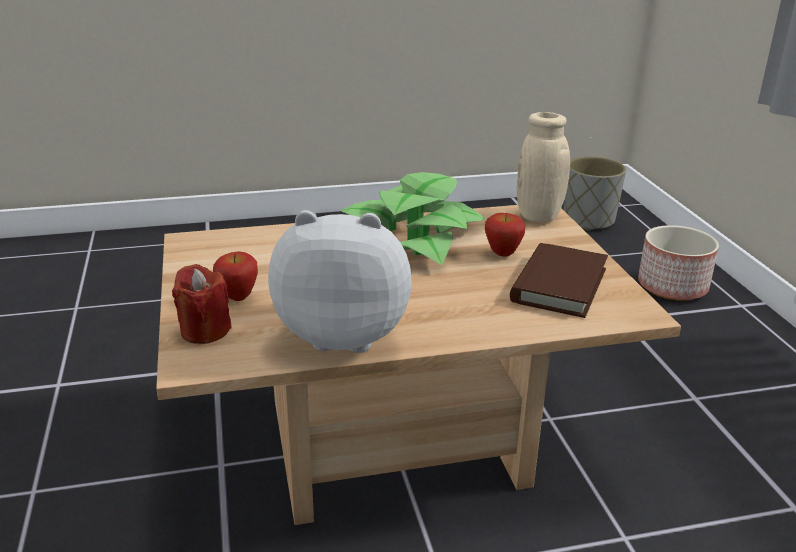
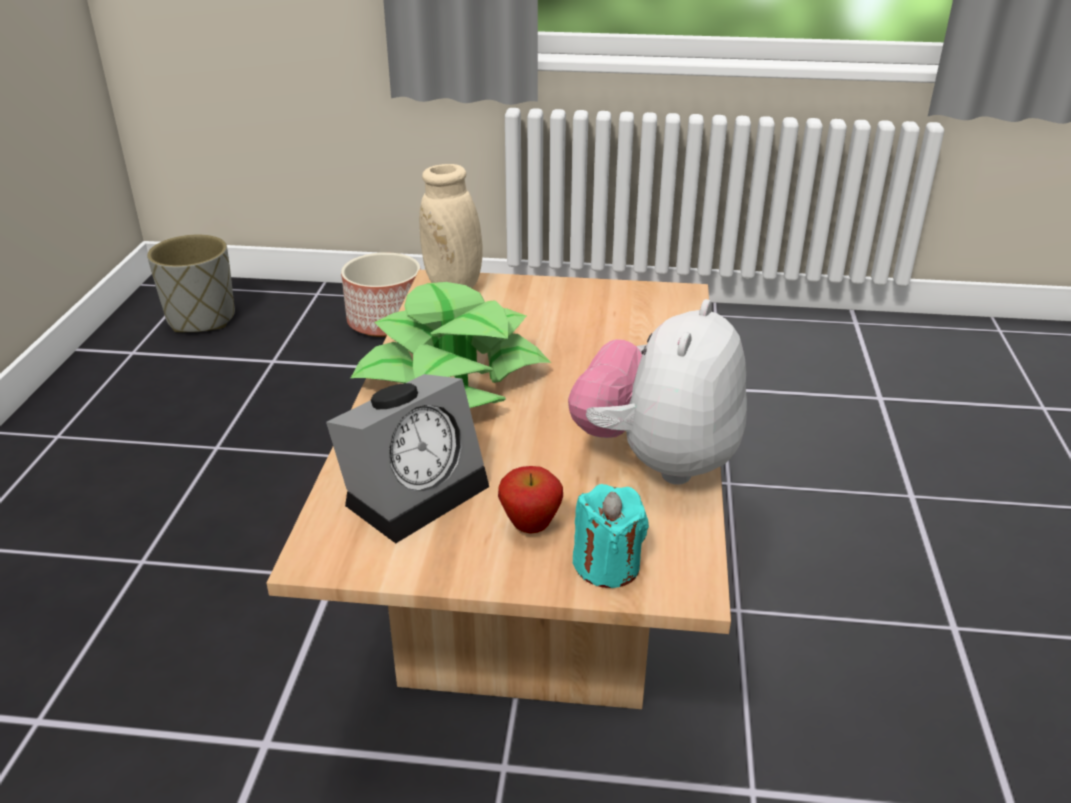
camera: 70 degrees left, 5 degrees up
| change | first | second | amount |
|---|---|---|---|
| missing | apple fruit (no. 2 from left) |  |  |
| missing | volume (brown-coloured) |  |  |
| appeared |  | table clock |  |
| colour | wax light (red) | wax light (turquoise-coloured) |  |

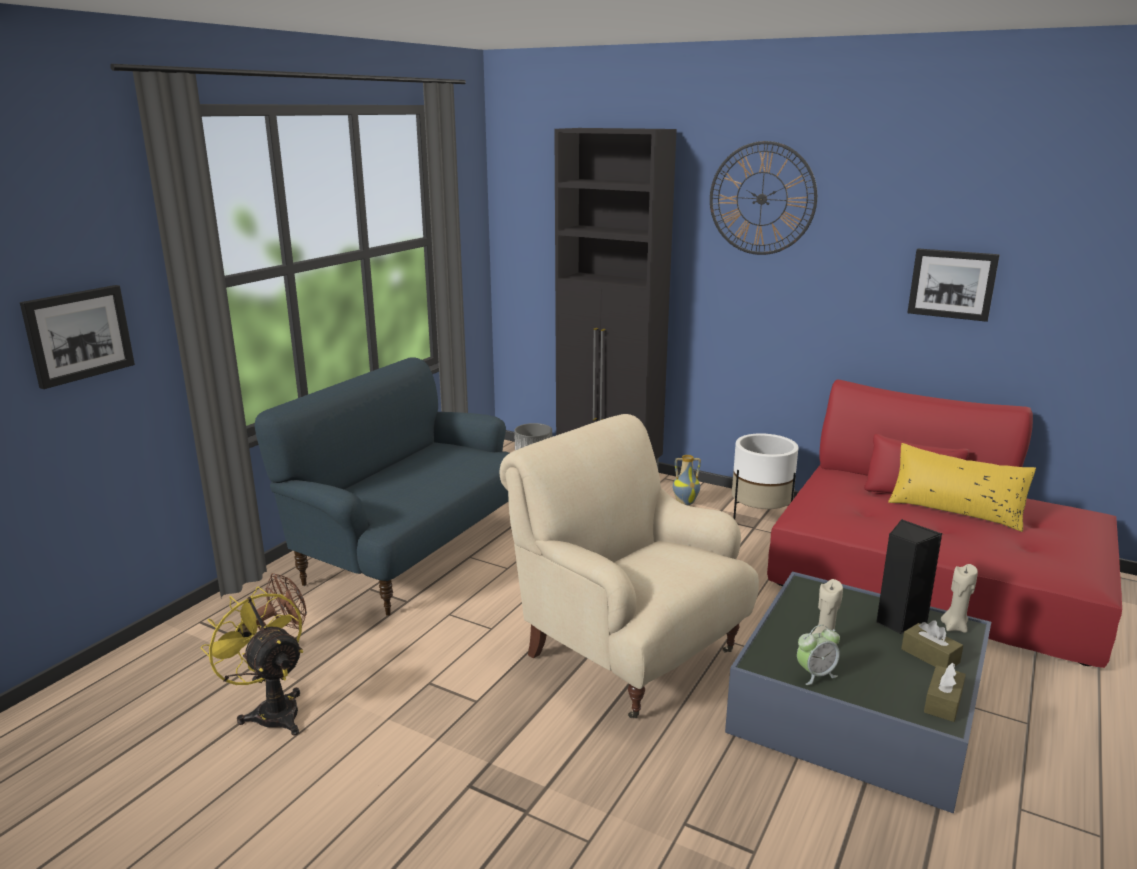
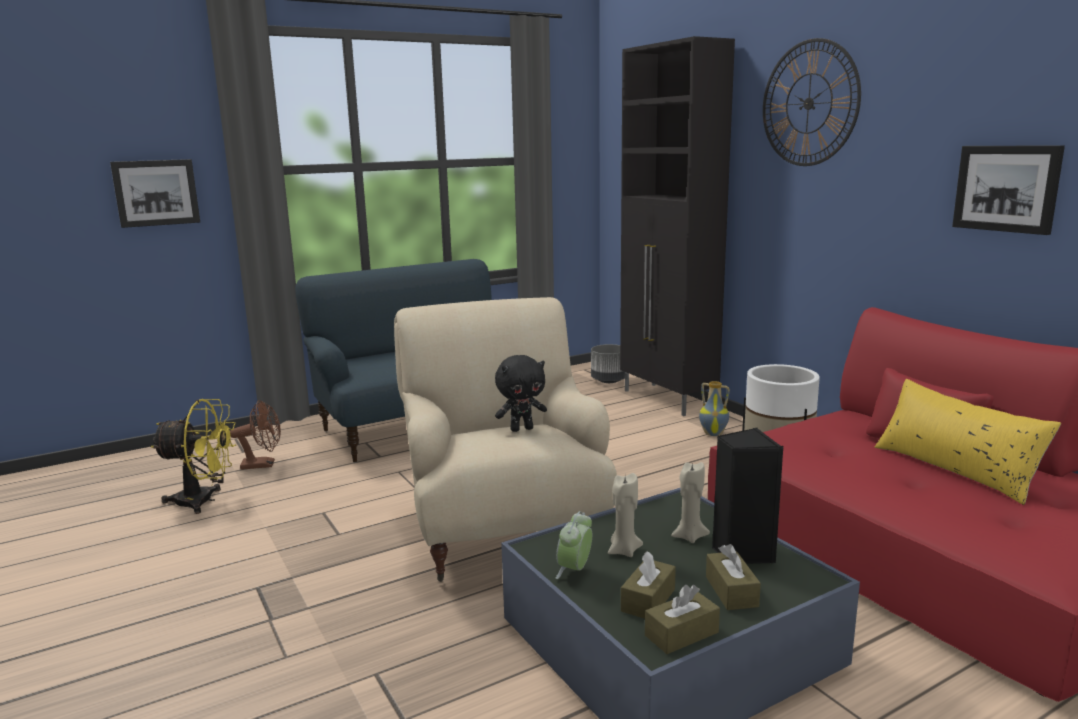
camera: 30 degrees right, 5 degrees down
| change | first | second | amount |
|---|---|---|---|
| appeared |  | plush toy (blackish) |  |
| appeared |  | tissue box (brown-coloured) (no. 1 from left) |  |
| relocated | wax light (beige) (no. 2 from left) |  |  |
| spun | fan (yellow) |  | 105 degrees clockwise |
| spun | table clock |  | 105 degrees clockwise |

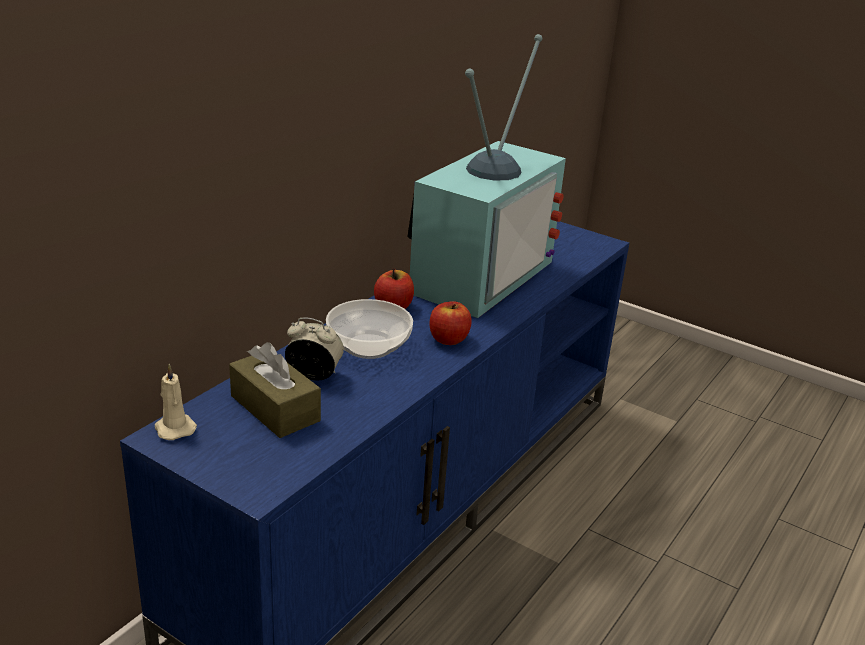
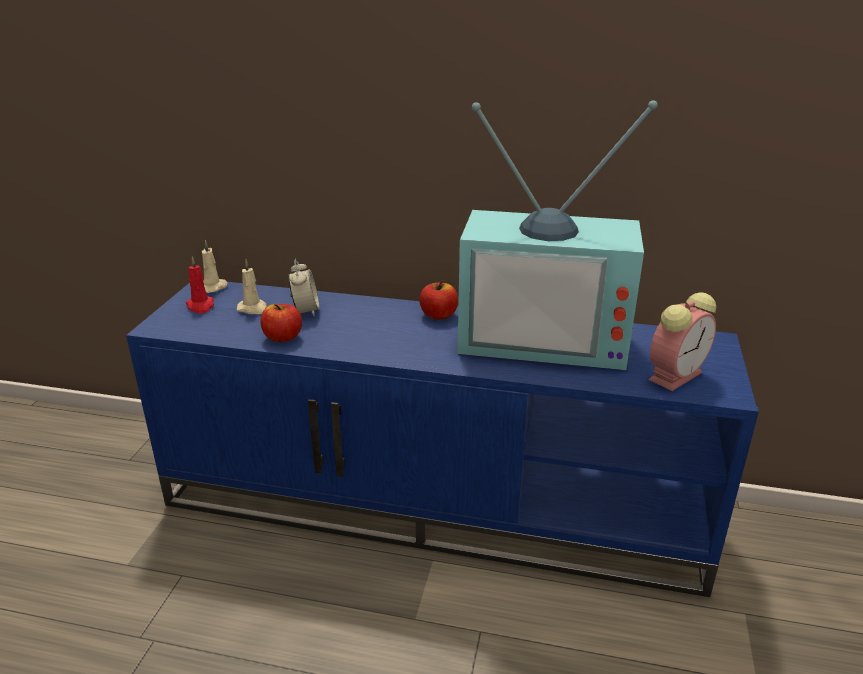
camera: 70 degrees right, 0 degrees up
| change | first | second | amount |
|---|---|---|---|
| missing | serving bowl |  |  |
| appeared |  | wax light (red) |  |
| appeared |  | table clock (no. 2 from left) |  |
| relocated | apple fruit (no. 2 from left in the first image) | apple fruit (no. 1 from left) |  |
| exchanged | tissue box (brown-coloured) | wax light (beige) (no. 2 from left) |  |

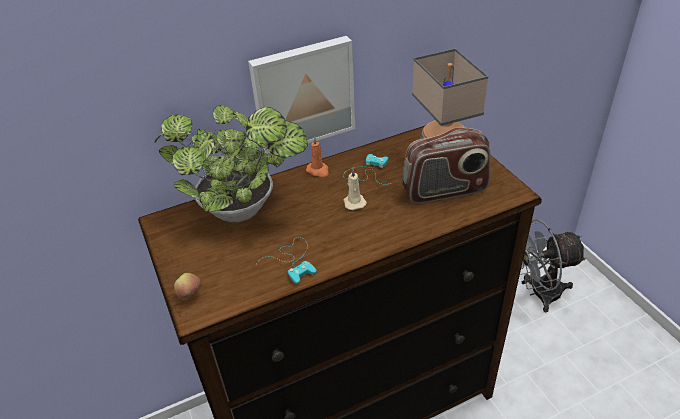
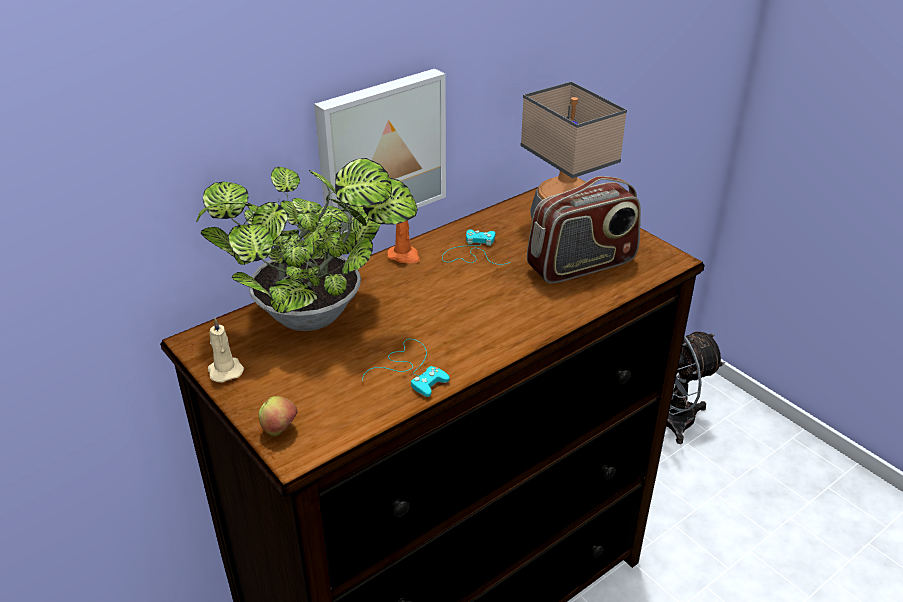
camera: 15 degrees left, 5 degrees down
| change | first | second | amount |
|---|---|---|---|
| relocated | wax light (beige) |  |  |

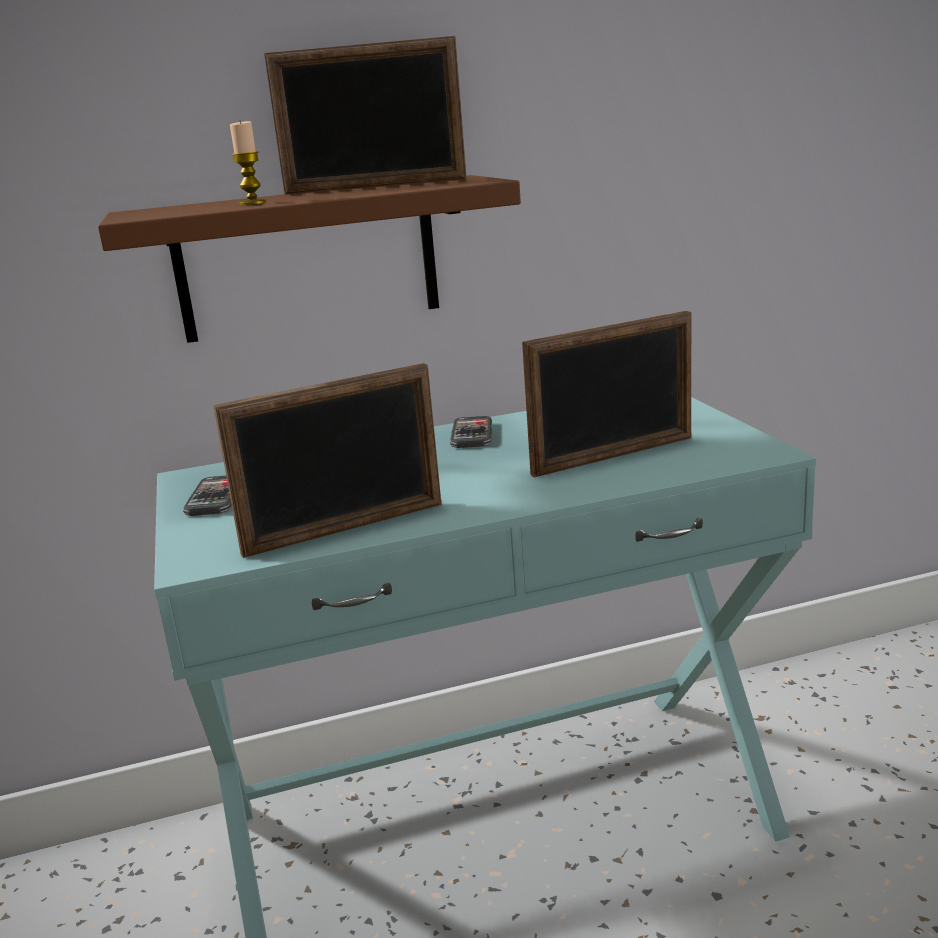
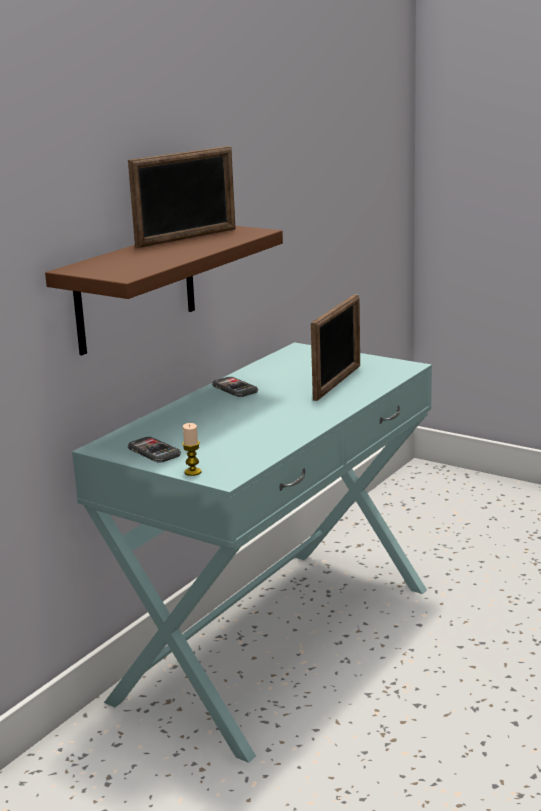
camera: 40 degrees left, 0 degrees up
| change | first | second | amount |
|---|---|---|---|
| missing | photo frame (no. 1 from left) |  |  |
| relocated | wax light |  |  |

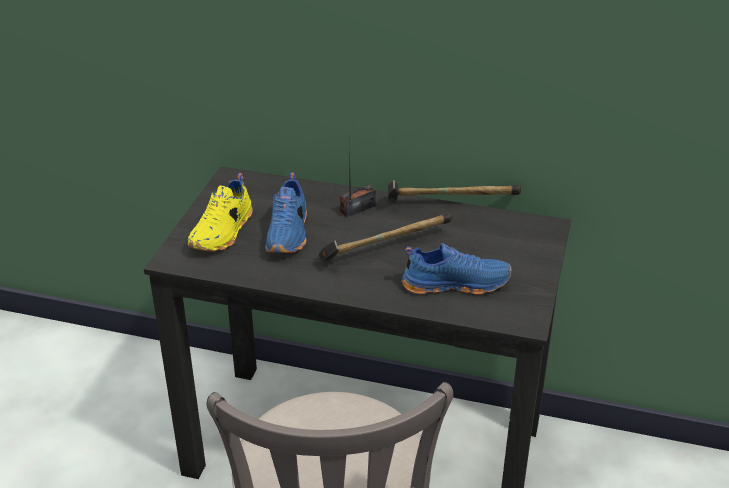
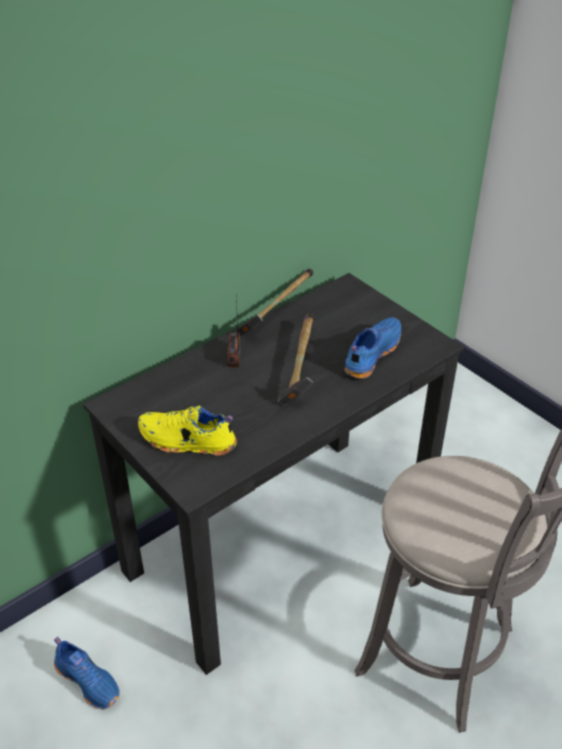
camera: 55 degrees left, 5 degrees up
| change | first | second | amount |
|---|---|---|---|
| relocated | shoe (blue) (no. 1 from left) |  |  |
| spun | shoe (yellow) |  | 135 degrees clockwise |

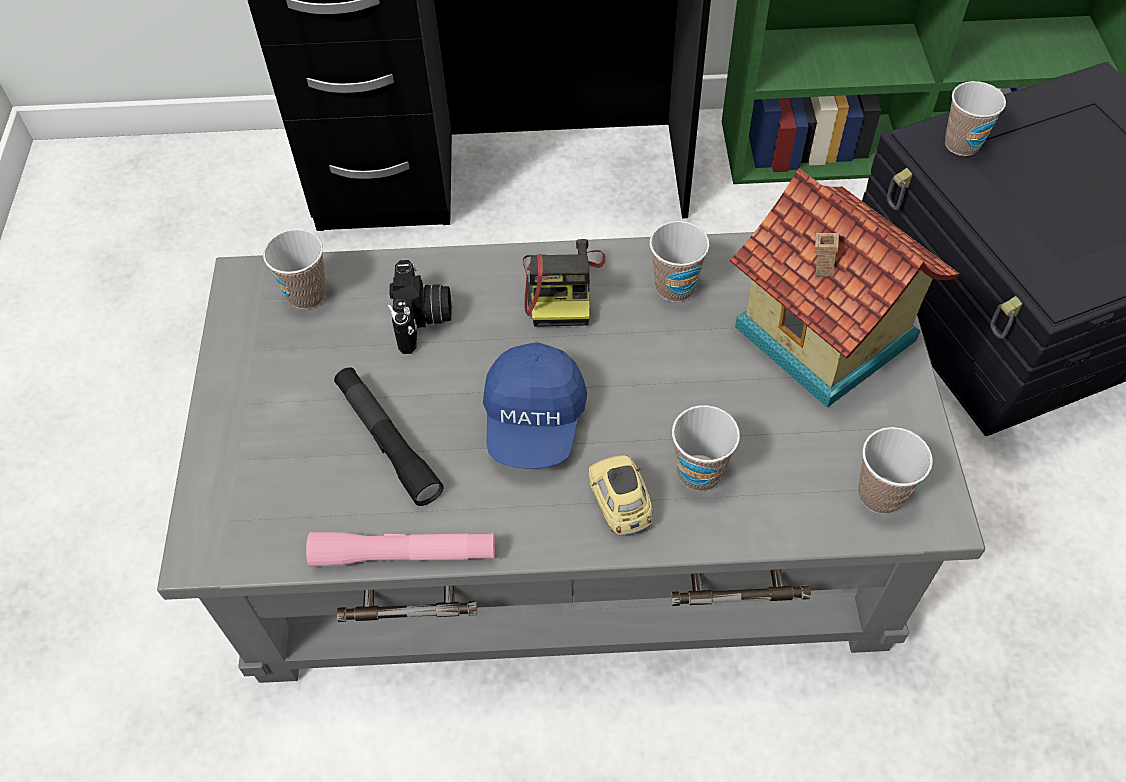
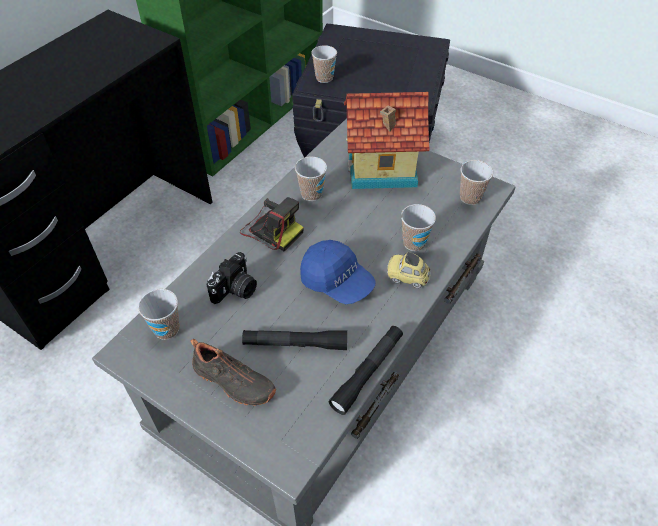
camera: 55 degrees left, 5 degrees down
| change | first | second | amount |
|---|---|---|---|
| appeared |  | shoe (blackish) |  |
| colour | hand torch (pink-coloured) | hand torch (blackish) (no. 2 from left) |  |
| spun | still camera (no. 1 from left) |  | 90 degrees clockwise |

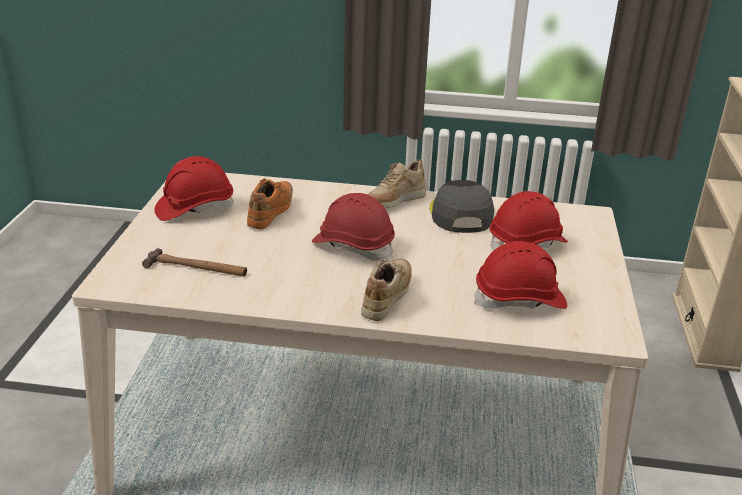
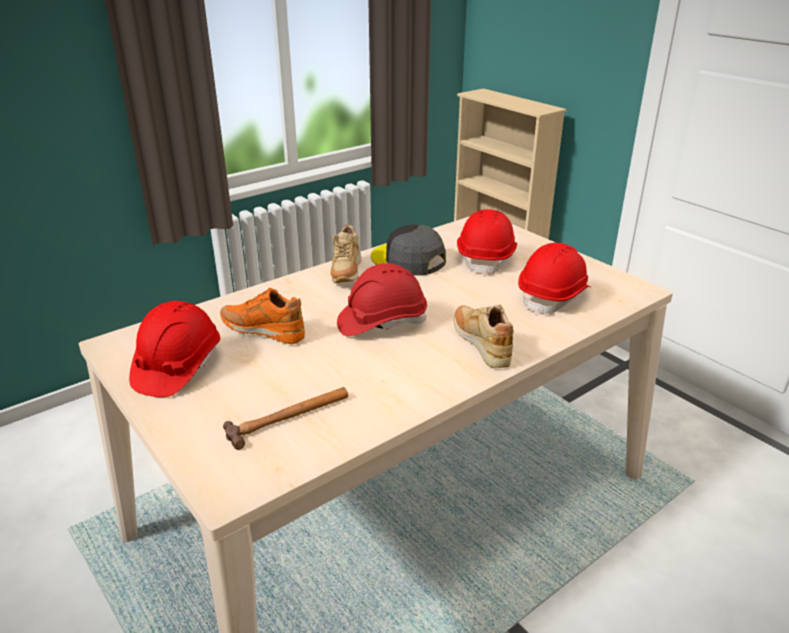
camera: 45 degrees left, 0 degrees up
| change | first | second | amount |
|---|---|---|---|
| spun | shoe (orange) |  | 45 degrees counterclockwise |

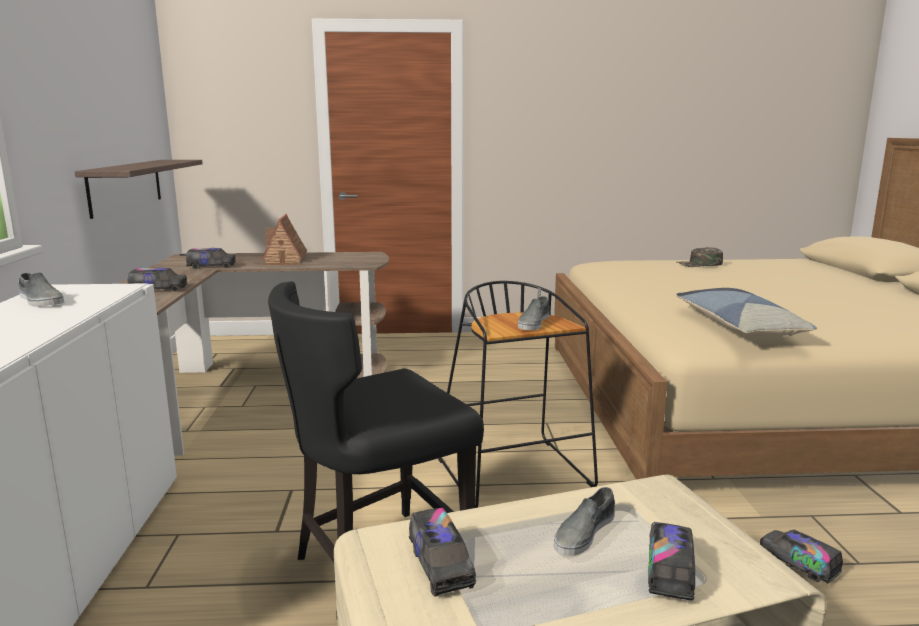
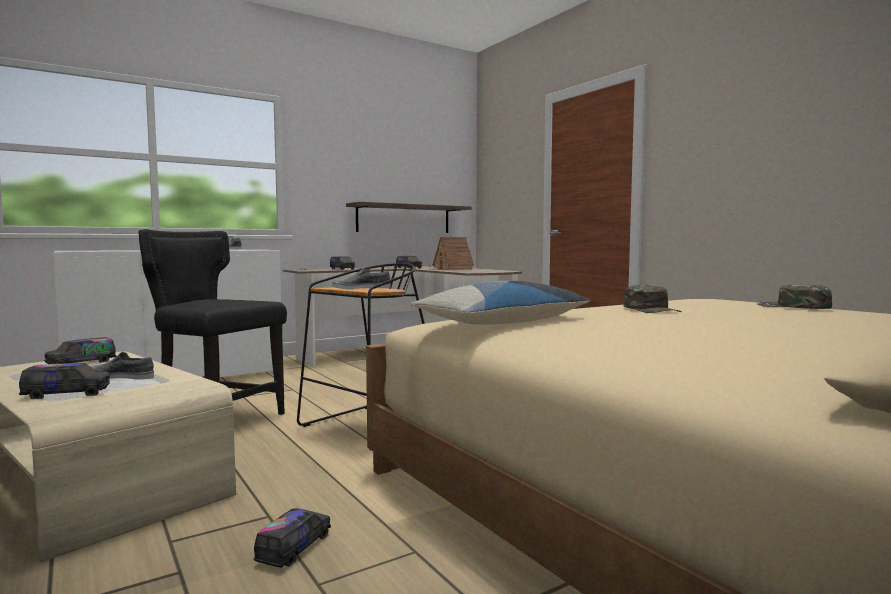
camera: 60 degrees right, 10 degrees down
| change | first | second | amount |
|---|---|---|---|
| appeared |  | baseball cap (green) (no. 1 from left) |  |

